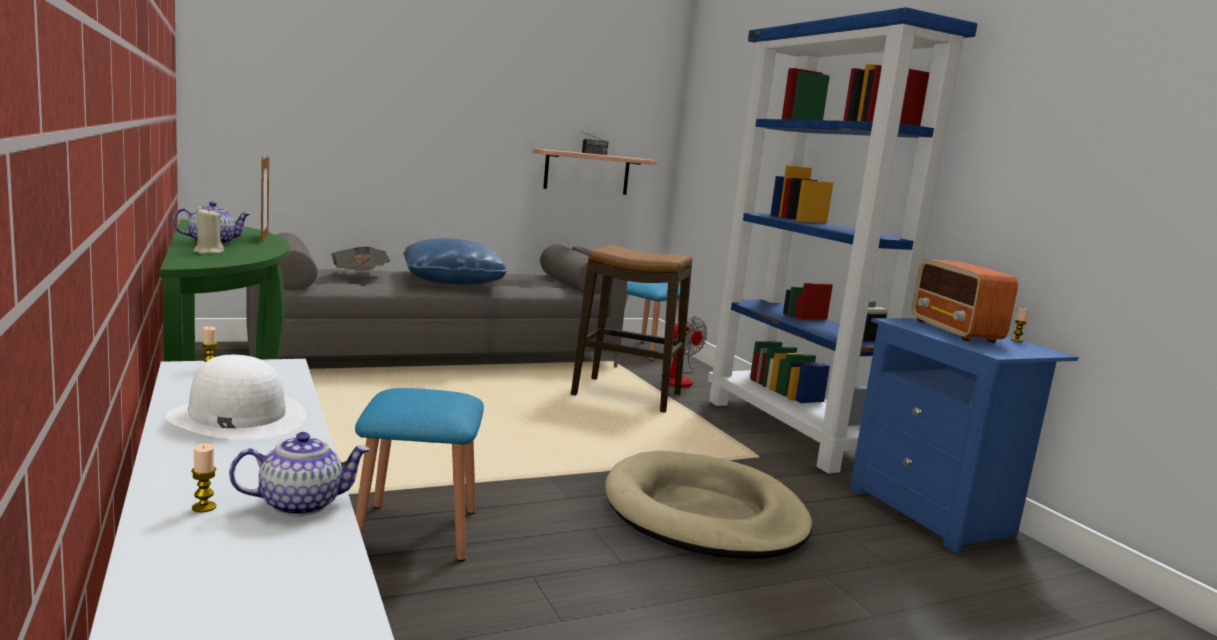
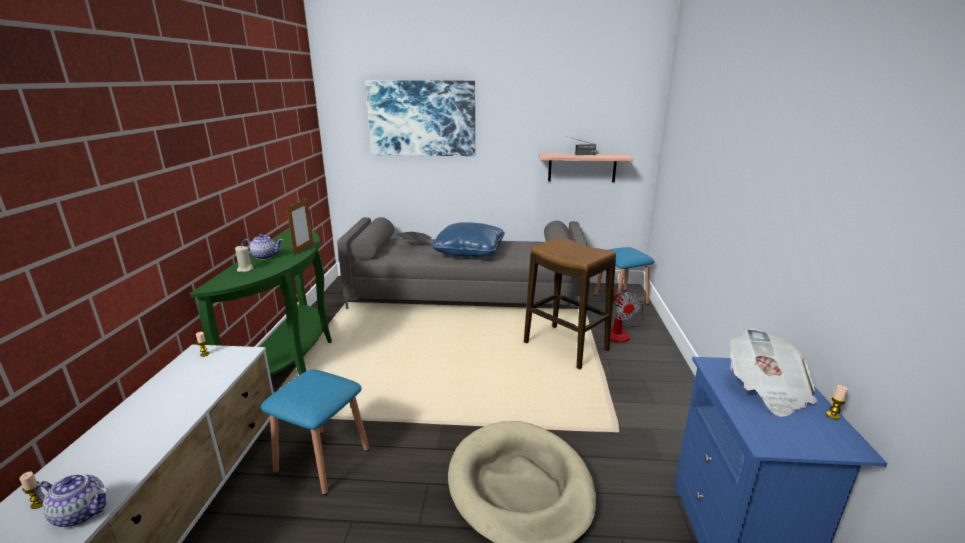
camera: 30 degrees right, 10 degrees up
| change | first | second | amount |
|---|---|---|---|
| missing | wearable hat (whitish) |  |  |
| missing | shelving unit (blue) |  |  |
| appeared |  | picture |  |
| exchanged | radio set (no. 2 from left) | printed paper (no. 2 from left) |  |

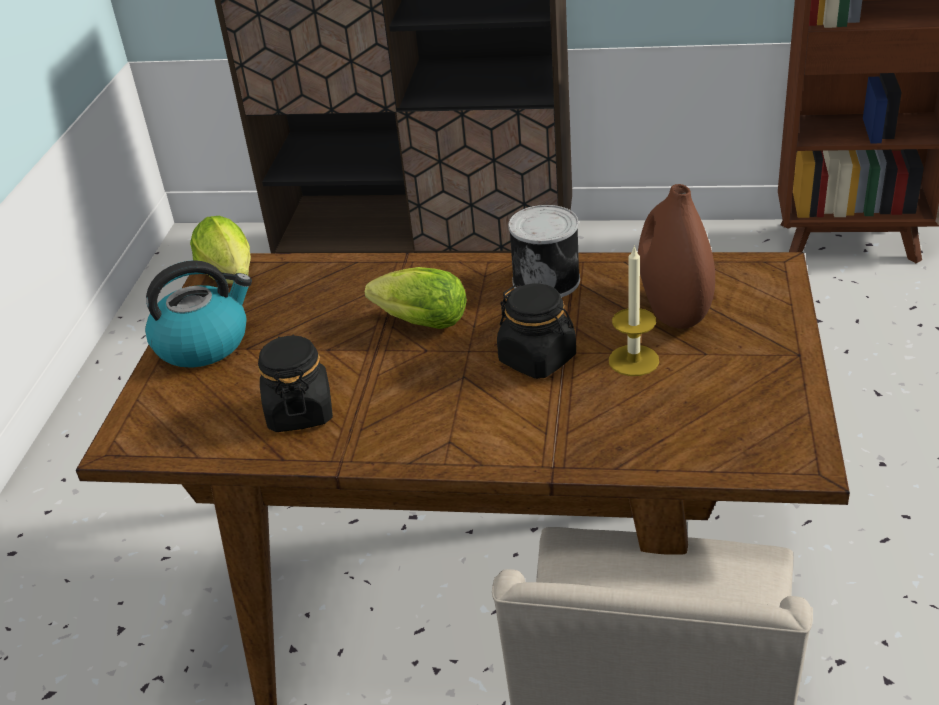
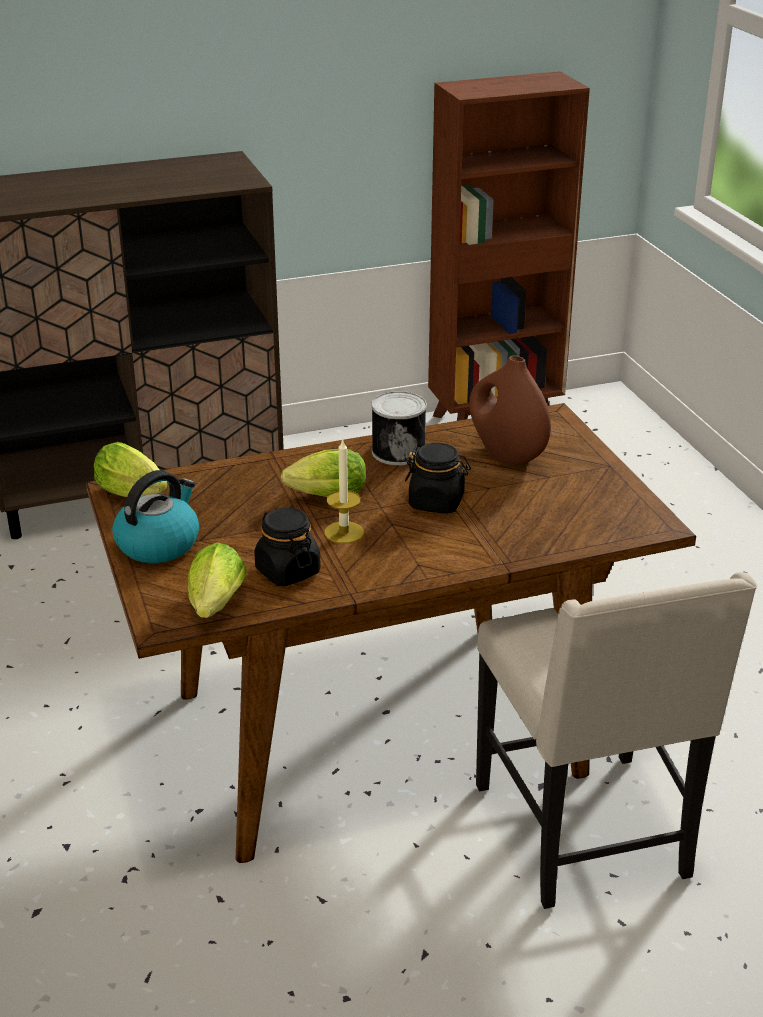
camera: 30 degrees left, 5 degrees down
| change | first | second | amount |
|---|---|---|---|
| appeared |  | lettuce (no. 2 from left) |  |
| relocated | wax light |  |  |

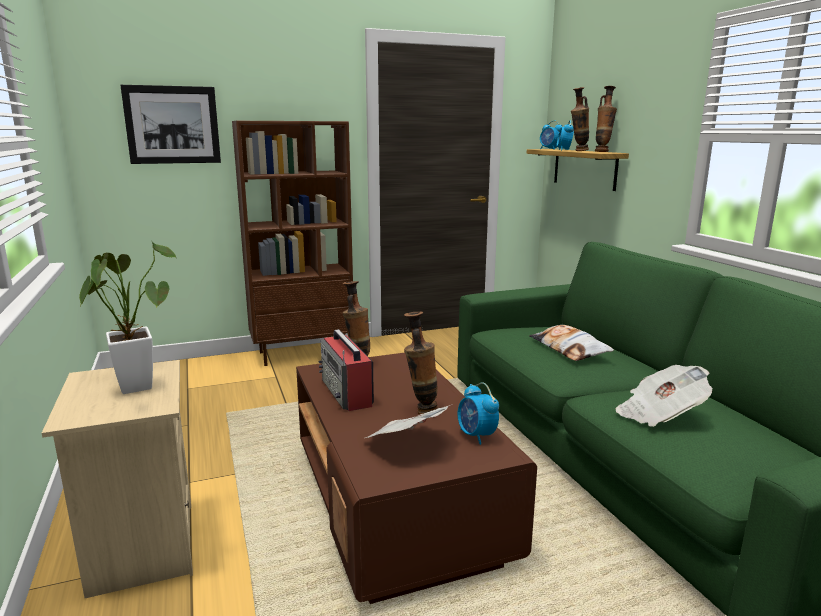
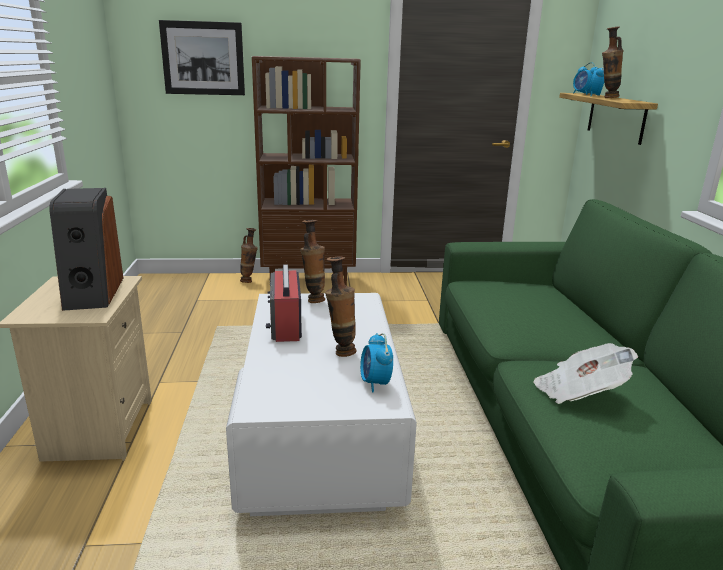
camera: 15 degrees right, 5 degrees up
| change | first | second | amount |
|---|---|---|---|
| missing | printed paper (no. 1 from left) |  |  |
| missing | cushion |  |  |
| relocated | flower vase (no. 4 from left in the first image) | flower vase (no. 1 from left) |  |
| exchanged | houseplant | audio speaker |  |
| colour | lounge table (brown-coloured) | lounge table (whitish) |  |

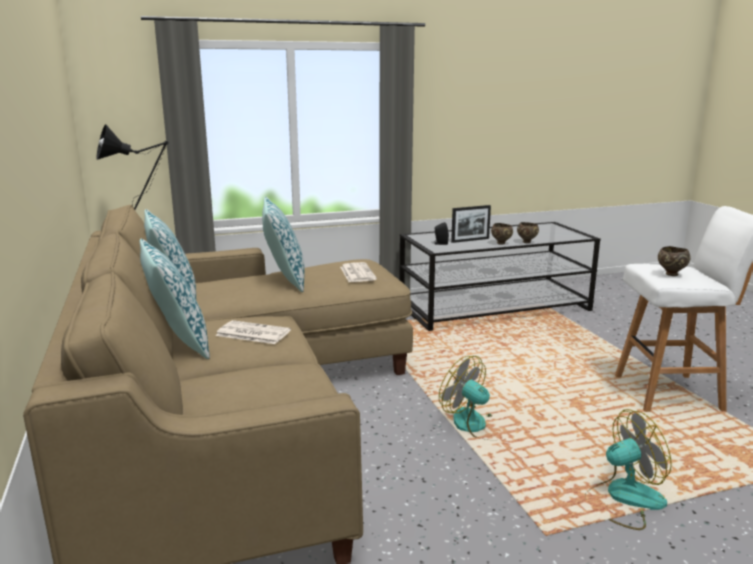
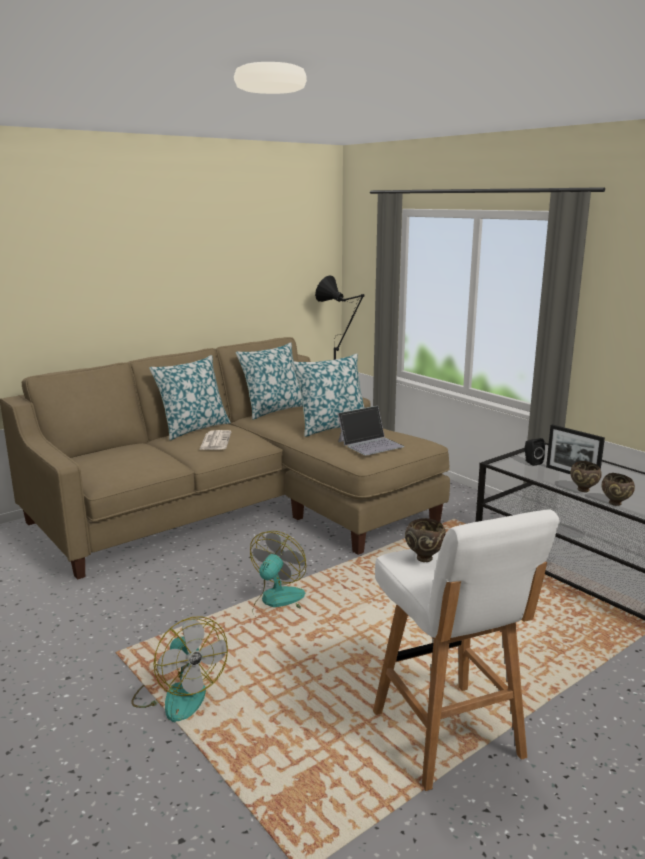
camera: 70 degrees right, 0 degrees up
| change | first | second | amount |
|---|---|---|---|
| exchanged | printed paper (no. 2 from left) | notebook computer |  |

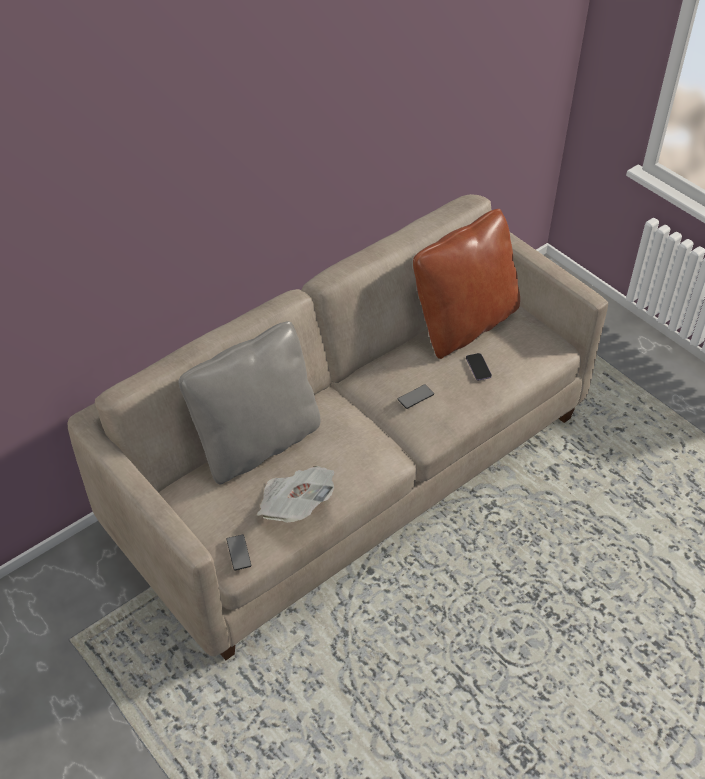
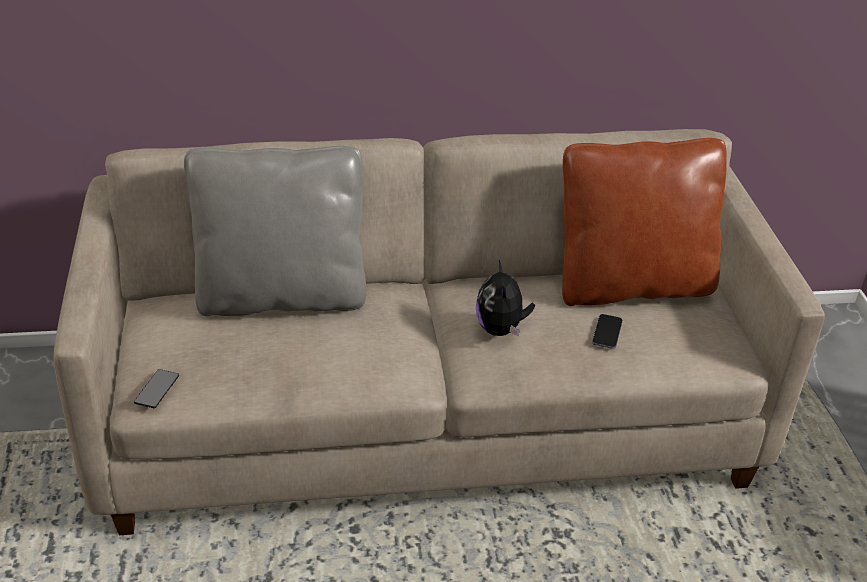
camera: 30 degrees right, 10 degrees down
| change | first | second | amount |
|---|---|---|---|
| missing | printed paper |  |  |
| exchanged | telephone (no. 2 from left) | plush toy |  |

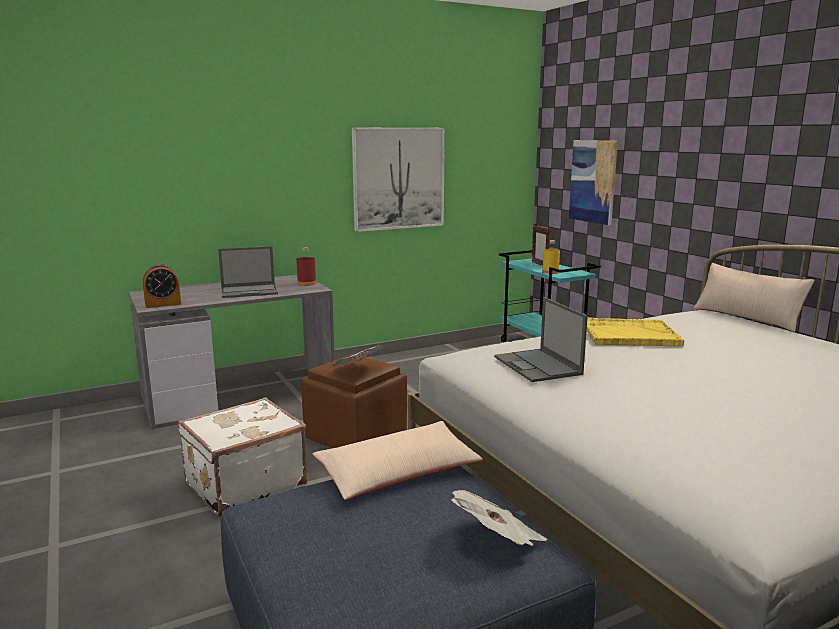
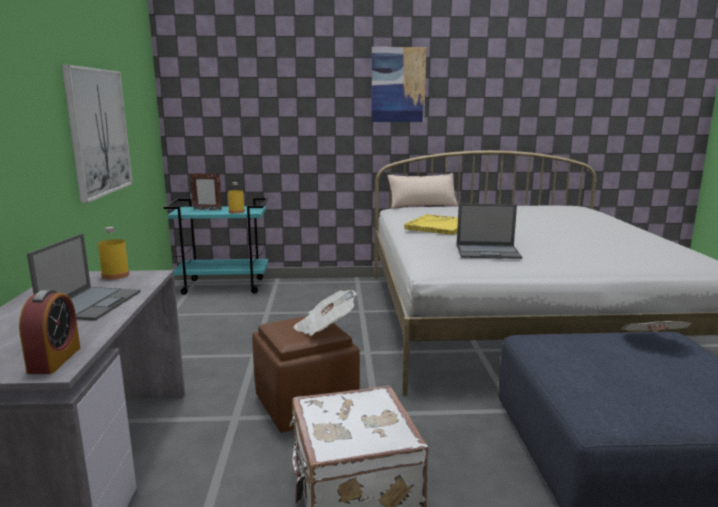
camera: 65 degrees left, 0 degrees up
| change | first | second | amount |
|---|---|---|---|
| missing | cushion (beige) (no. 1 from left) |  |  |
| relocated | picture (no. 2 from left) |  |  |
| colour | beverage bottle (red) | beverage bottle (yellow) (no. 1 from left) |  |

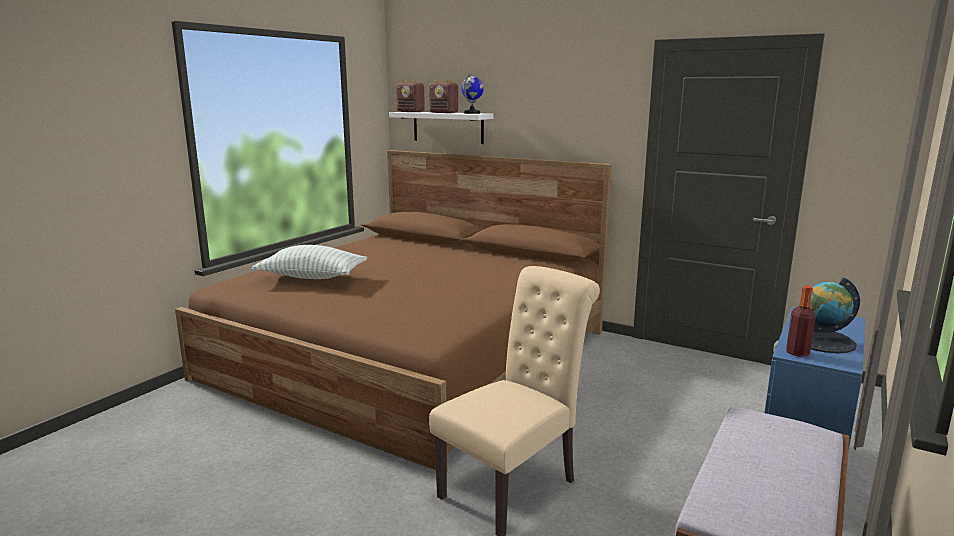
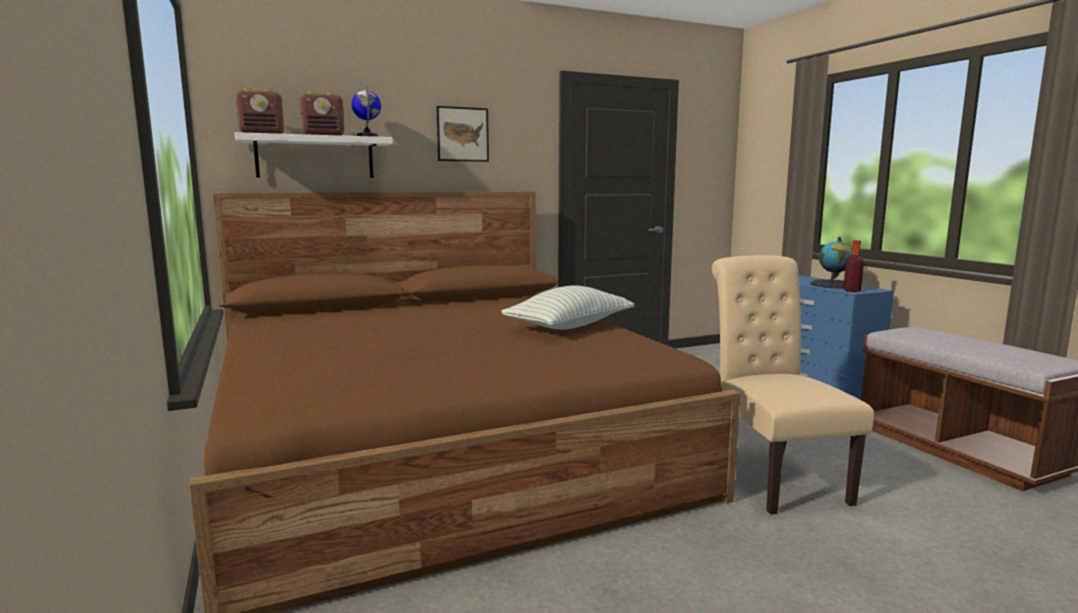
camera: 55 degrees left, 5 degrees down
| change | first | second | amount |
|---|---|---|---|
| appeared |  | picture |  |
| relocated | cushion |  |  |

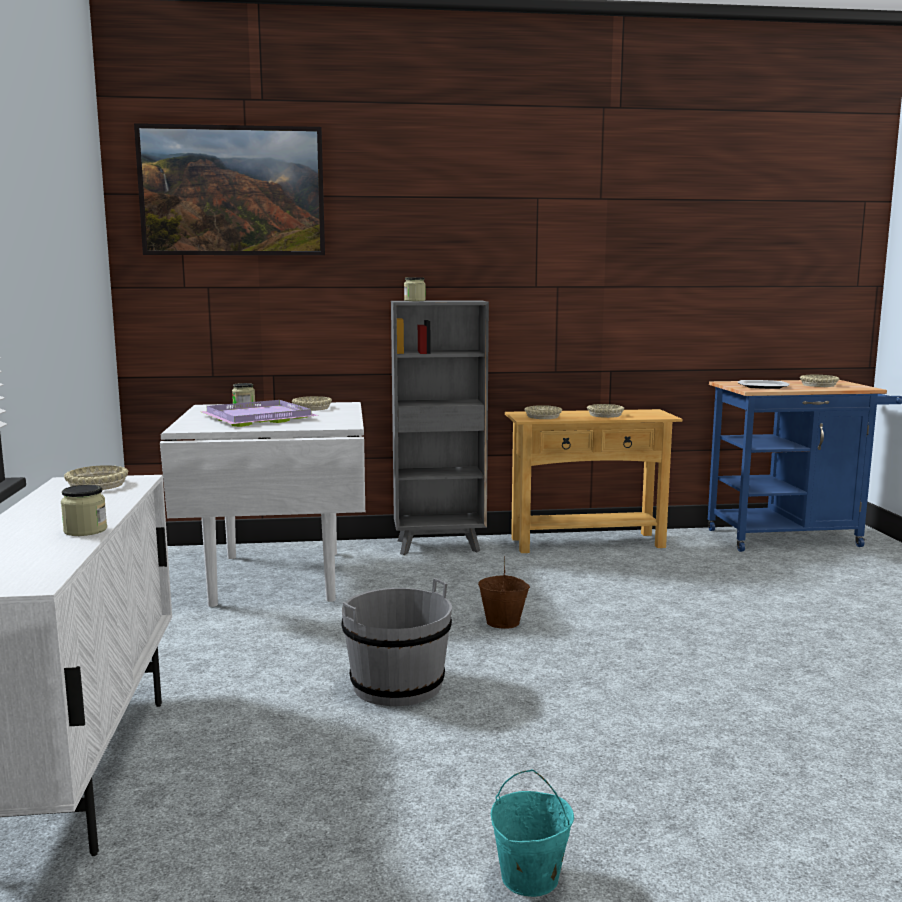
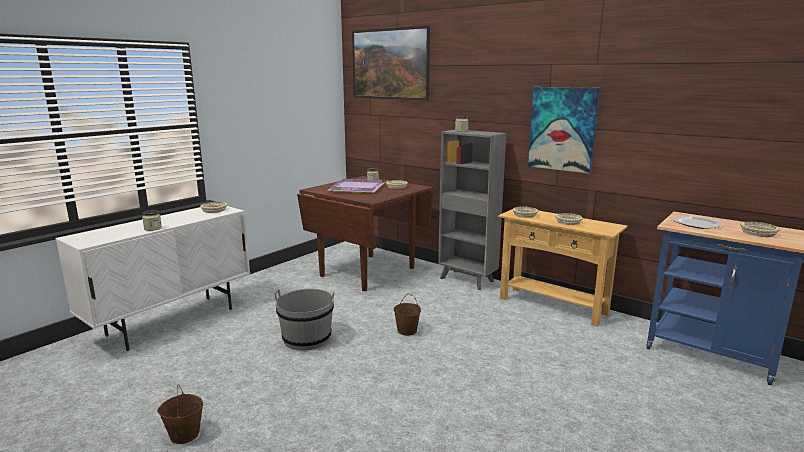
camera: 45 degrees right, 5 degrees up
| change | first | second | amount |
|---|---|---|---|
| appeared |  | picture (no. 2 from left) |  |
| colour | dining table (whitish) | dining table (brown-coloured) |  |
| colour | pail (turquoise-coloured) | pail (brown-coloured) (no. 1 from left) |  |

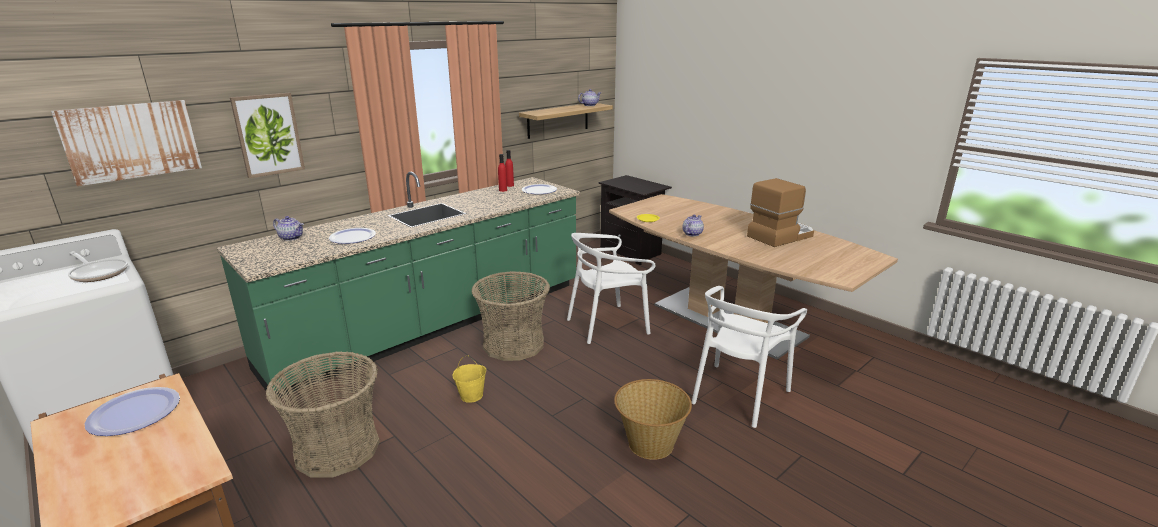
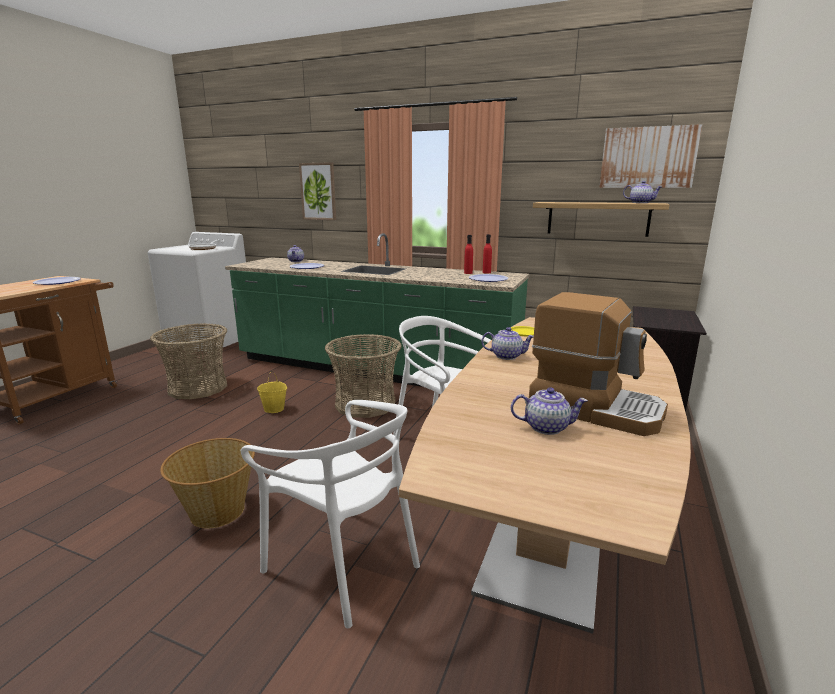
camera: 65 degrees right, 5 degrees down
| change | first | second | amount |
|---|---|---|---|
| appeared |  | teapot (no. 3 from left) |  |
| relocated | picture (no. 1 from left in the first image) | picture (no. 2 from left) |  |
| spun | plain chair (whitish) (no. 2 from left in the first image) | plain chair (whitish) (no. 1 from left) | 150 degrees counterclockwise |

